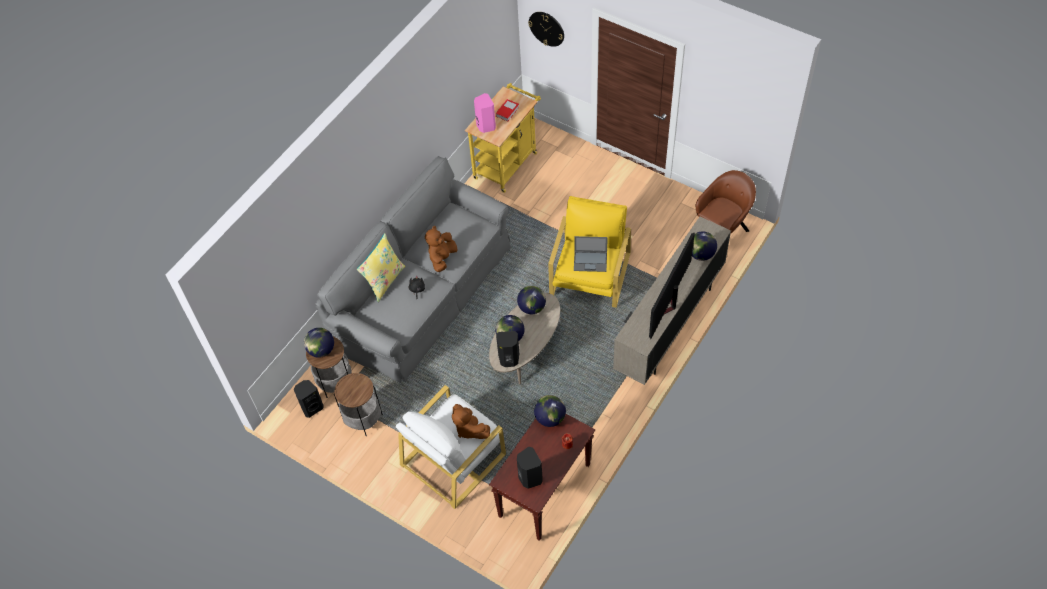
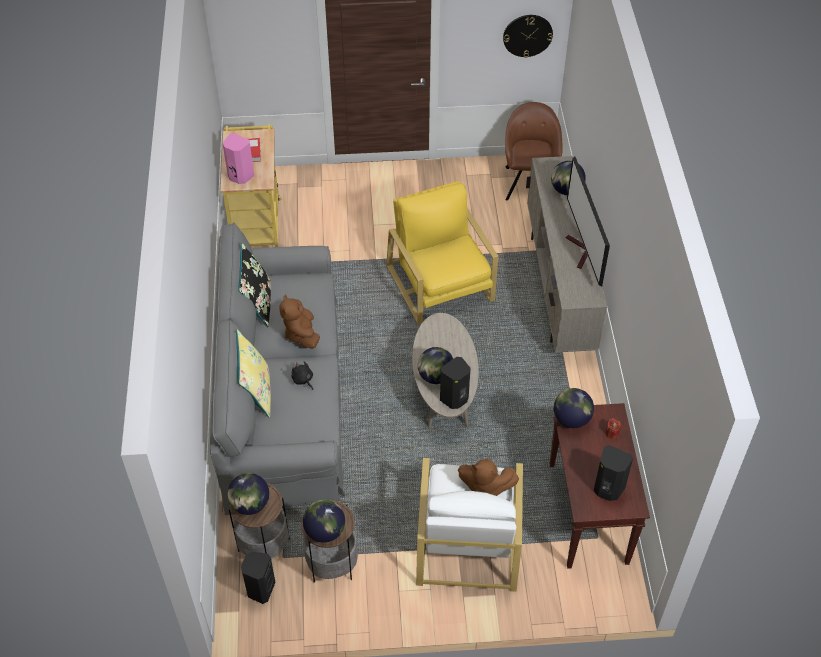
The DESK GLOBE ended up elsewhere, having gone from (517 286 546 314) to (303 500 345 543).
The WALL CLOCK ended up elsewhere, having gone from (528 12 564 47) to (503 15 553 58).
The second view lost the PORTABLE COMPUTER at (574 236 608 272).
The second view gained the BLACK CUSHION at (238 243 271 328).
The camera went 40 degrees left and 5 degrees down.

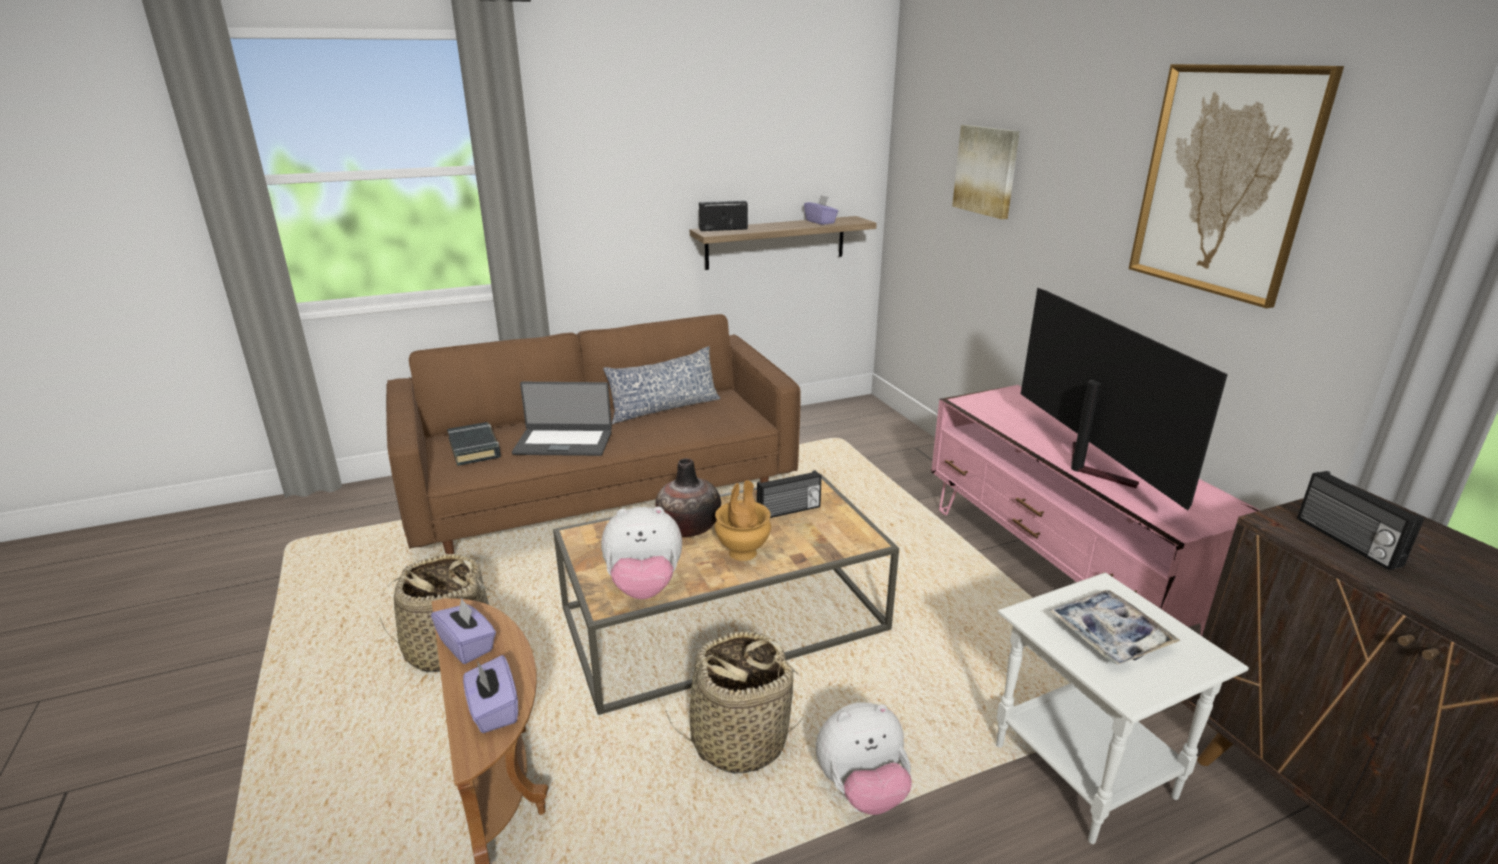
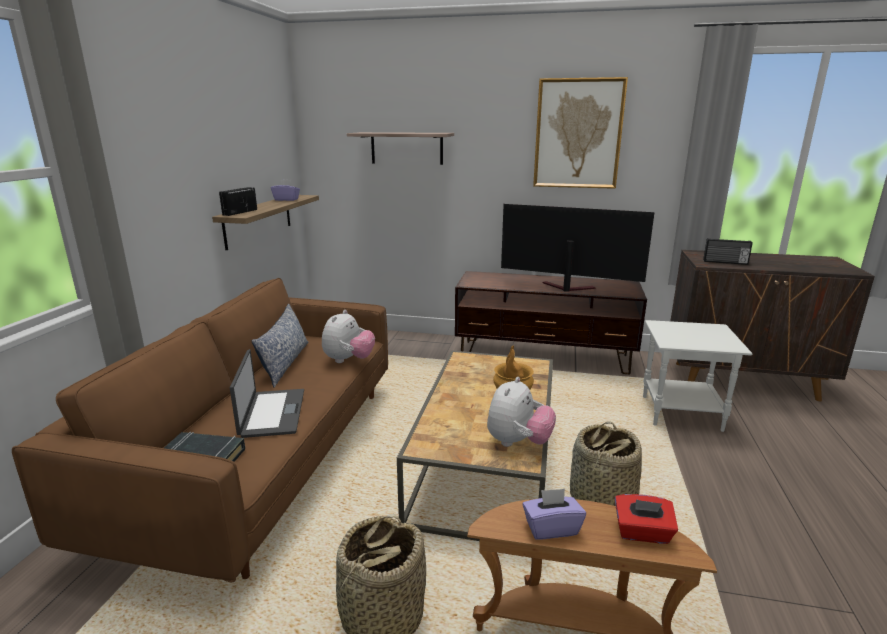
What was the PURPLISH BOX OF TISSUES at (463 655 518 733) turned into the RED BOX OF TISSUES at (615 494 678 544).
The PORTABLE COMPUTER at (512 382 612 456) ended up facing another way, 45 degrees counterclockwise from before.
The second view lost the FLOWER VASE at (656 458 721 537).
The second view lost the RADIO at (757 470 822 518).
The PLUSH TOY ended up elsewhere, having gone from (816 702 912 815) to (322 310 375 363).
What was the PINKISH MEDIA CONSOLE at (931 385 1260 636) turned into the BROWNISH MEDIA CONSOLE at (455 271 647 375).
Where the PICTURE hung at (952 125 1020 219), the SHELF came to hang at (347 132 454 165).
The second view lost the CARRYING TRAY at (1049 590 1181 665).
The camera went 55 degrees left and 5 degrees down.

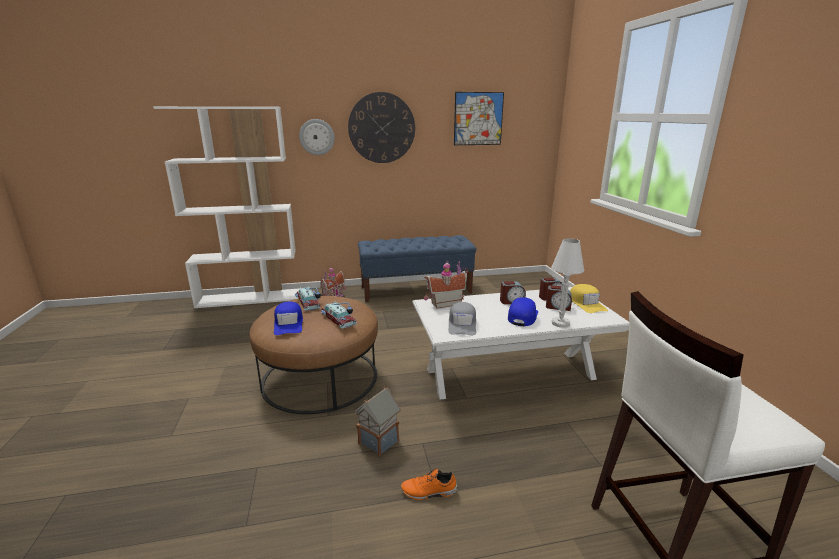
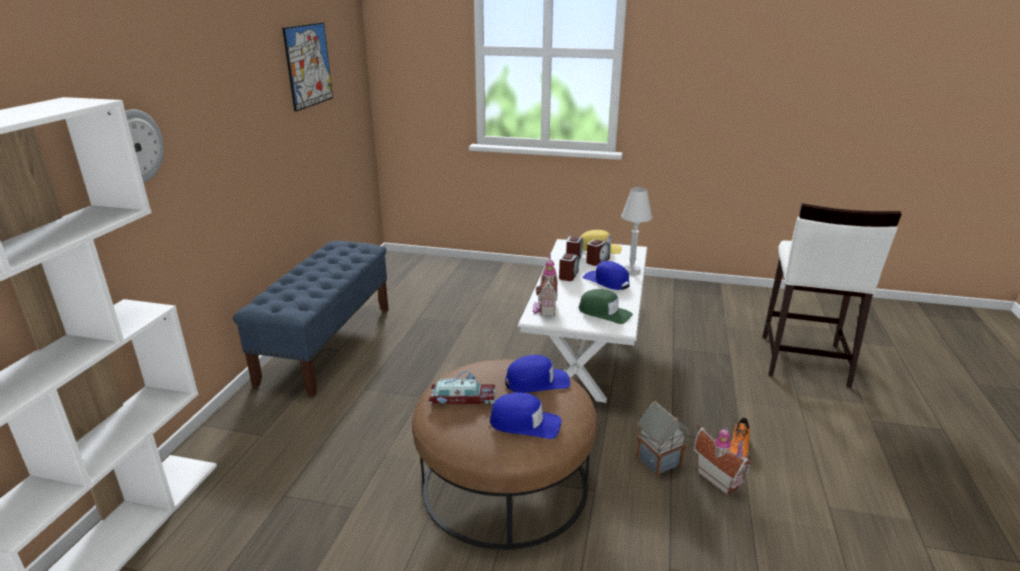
The TOY HOUSE ended up elsewhere, having gone from (320 267 346 297) to (694 425 752 495).
Where the MINIATURE CAR stood at (321 302 357 329), the BLUISH CAP came to stand at (505 355 570 393).
The second view lost the WALL CLOCK at (348 92 415 163).
What was the GREY CAP at (449 302 476 335) turned into the GREEN CAP at (579 289 633 324).
The camera went 65 degrees left and 5 degrees up.

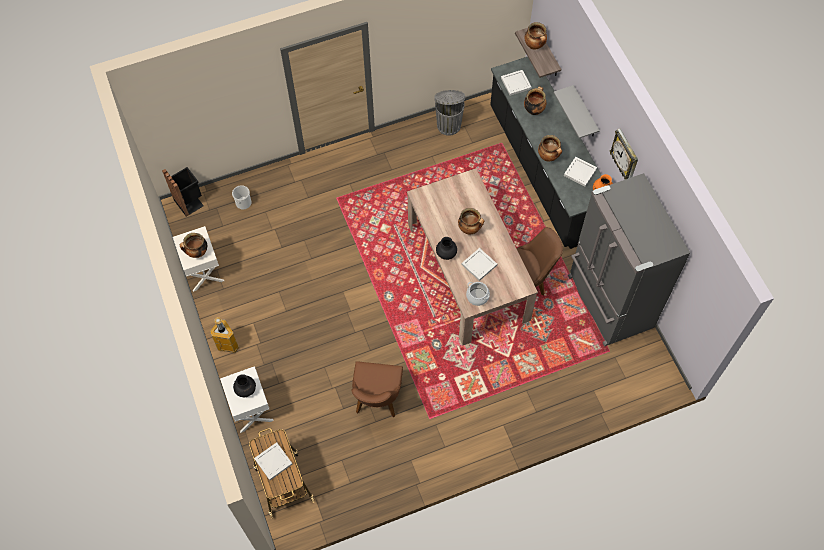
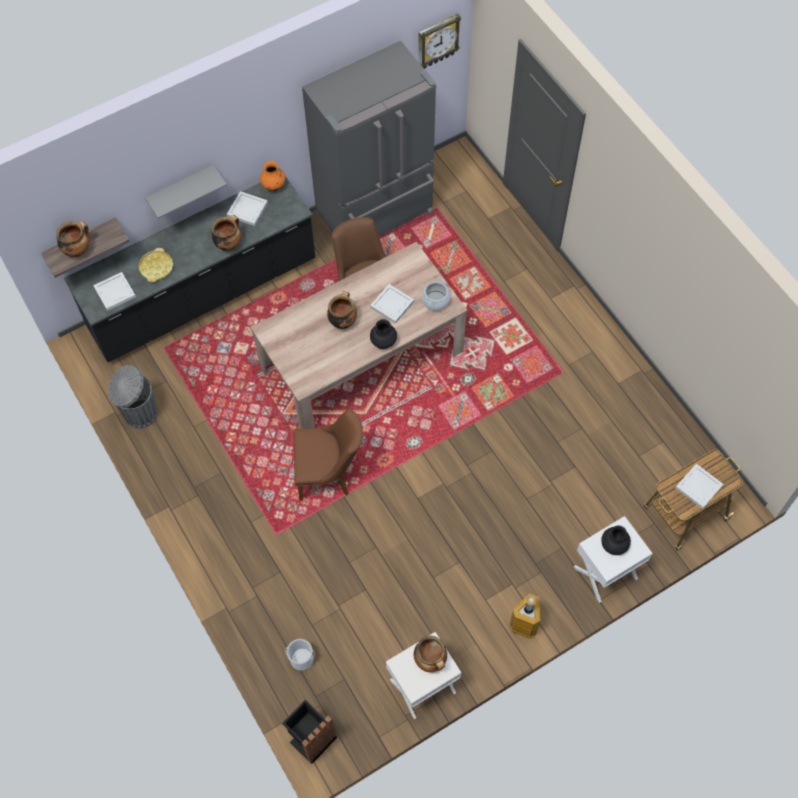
The BROWNISH PLAIN CHAIR ended up elsewhere, having gone from (351 361 403 418) to (293 409 363 500).
Where the COOKING POT stood at (524 86 546 115), the YELLOW CARRYING TRAY came to stand at (139 248 173 282).
The WALL CLOCK ended up elsewhere, having gone from (609 129 638 179) to (418 13 461 69).
The camera went 100 degrees left and 0 degrees up.

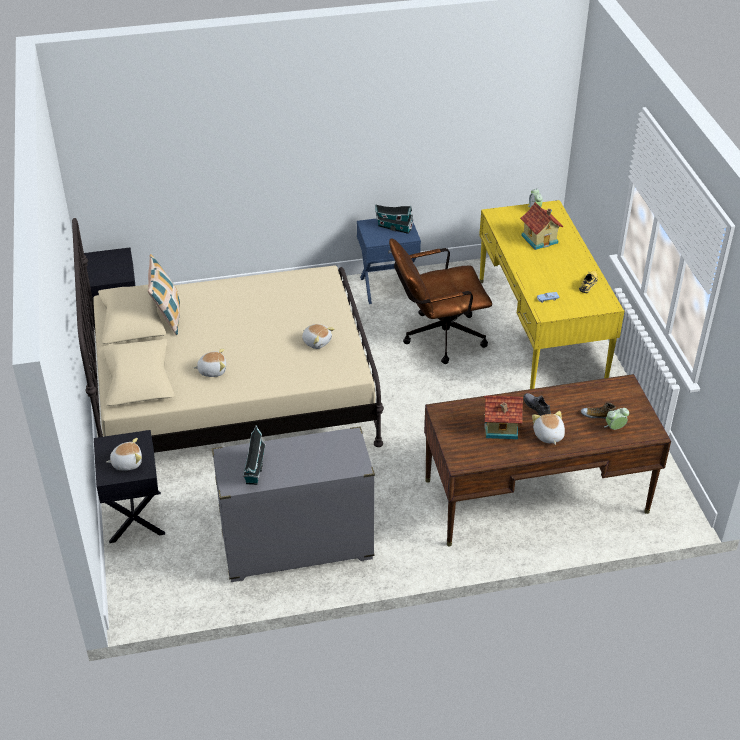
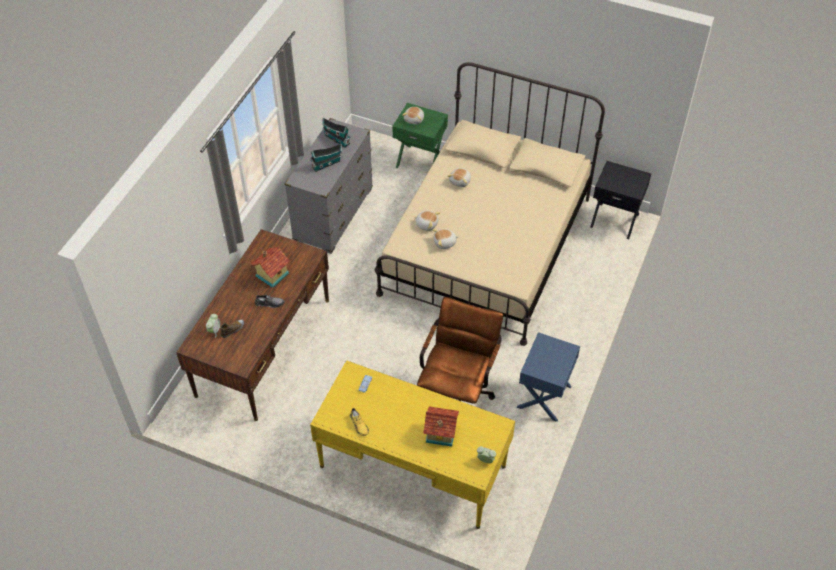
What was the BLACK BEDSIDE TABLE at (94 430 165 543) turned into the GREEN BEDSIDE TABLE at (392 103 448 168).
The second view lost the CUSHION at (148 254 180 335).
The TOY HOUSE ended up elsewhere, having gone from (375 205 413 234) to (310 144 342 172).
The PLUSH TOY ended up elsewhere, having gone from (532 411 565 445) to (414 211 440 231).
The camera went 125 degrees right and 10 degrees up.

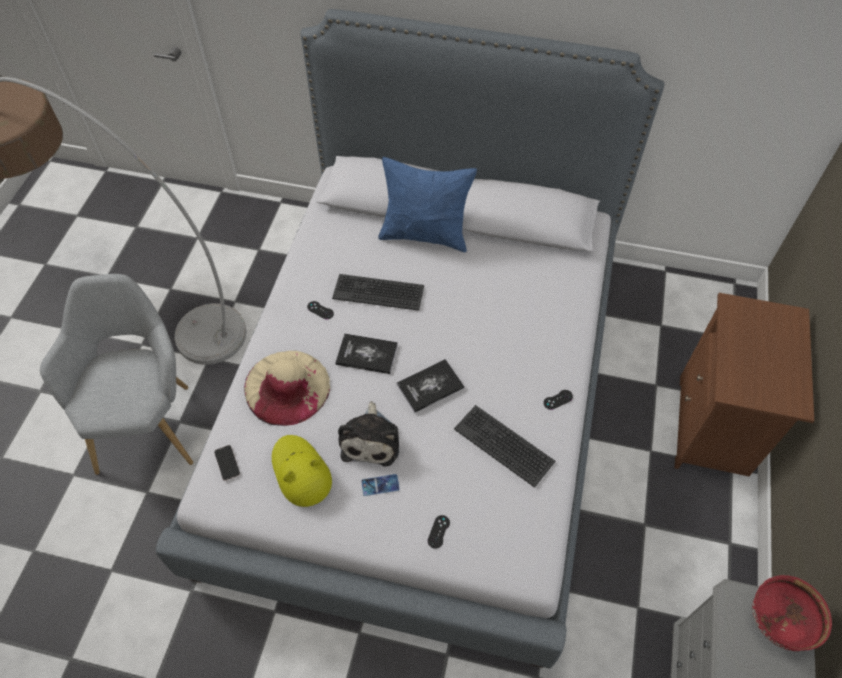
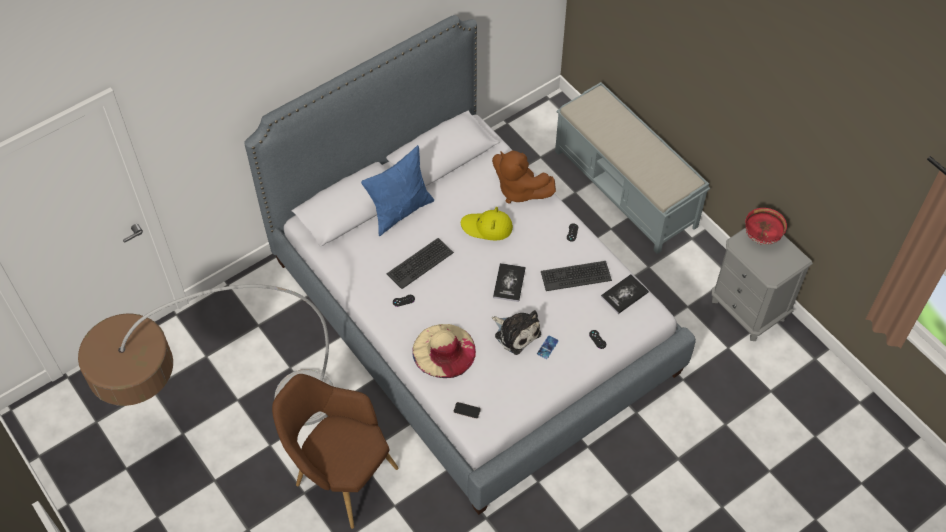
What was the GREY EASY CHAIR at (40 274 193 475) turned into the BROWNISH EASY CHAIR at (272 374 399 529).
The YELLOW HAT ended up elsewhere, having gone from (272 435 332 507) to (461 207 513 240).
The BOOK ended up elsewhere, having gone from (335 333 398 374) to (601 274 649 314).
Where the BROWNISH BEDSIDE TABLE stood at (675 293 814 476), the GREY INDOOR BENCH came to stand at (555 82 710 254).
The second view gained the BROWNISH PLUSH TOY at (492 150 556 204).
The camera went 50 degrees left and 0 degrees up.

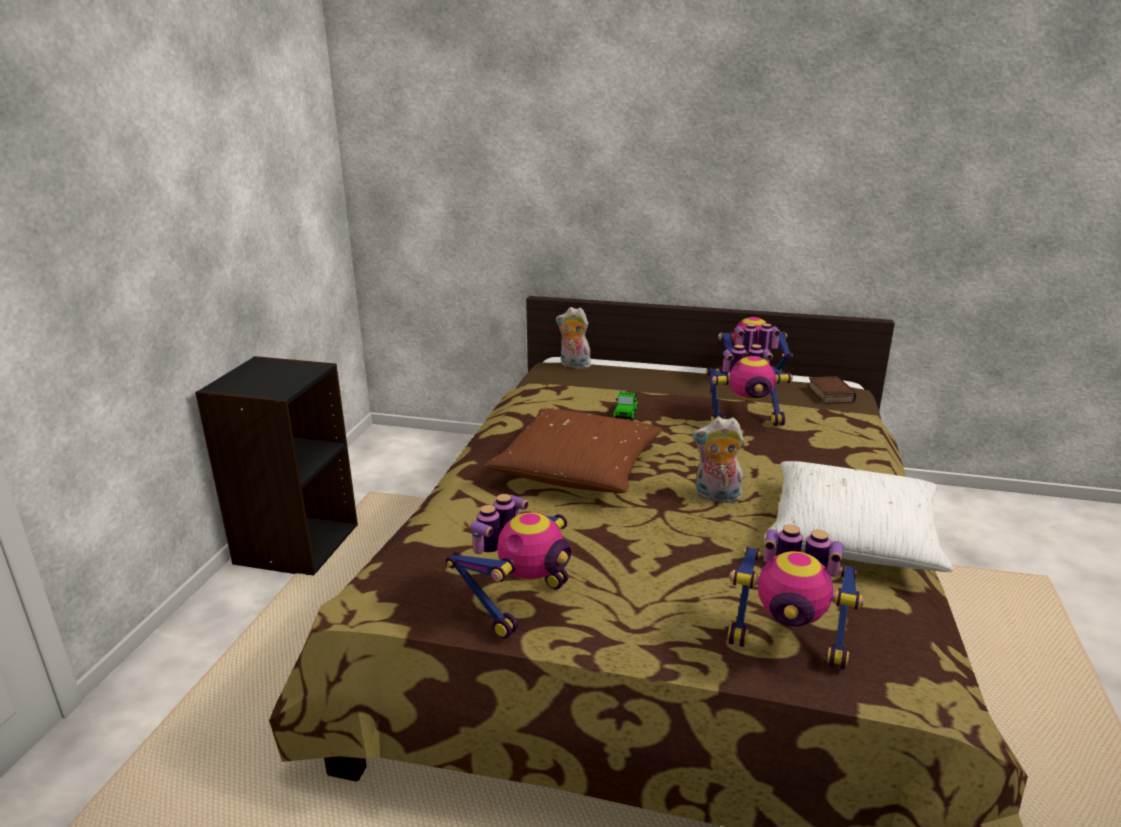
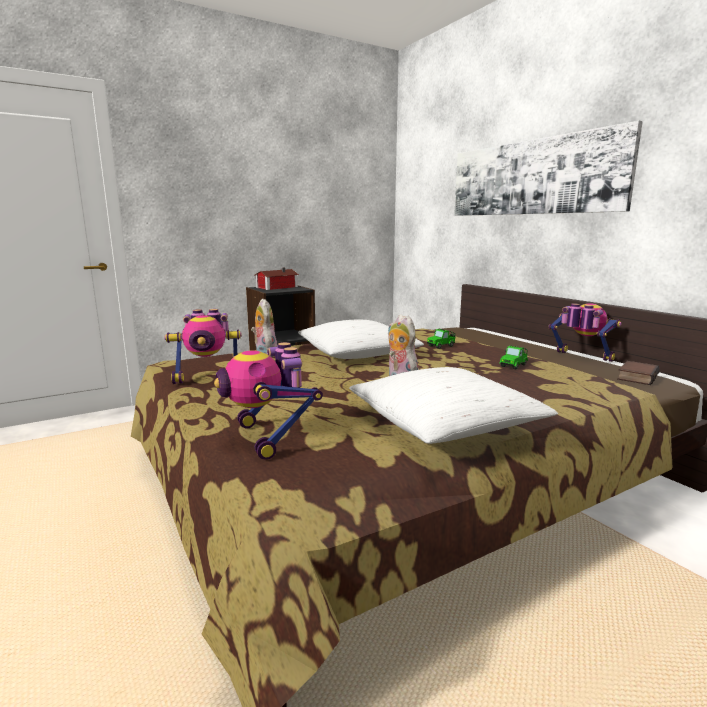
What was the BROWNISH CUSHION at (484 408 663 493) turned into the WHITE-COLOURED CUSHION at (298 320 424 359).
The PLUSH TOY ended up elsewhere, having gone from (556 307 591 369) to (251 298 278 357).
Where the MODEL ROBOT stood at (706 344 793 426), the MINIATURE CAR came to stand at (500 345 528 370).
The second view gained the TOY HOUSE at (255 268 299 290).
The second view gained the PICTURE at (454 121 643 216).
The camera went 45 degrees right and 10 degrees down.

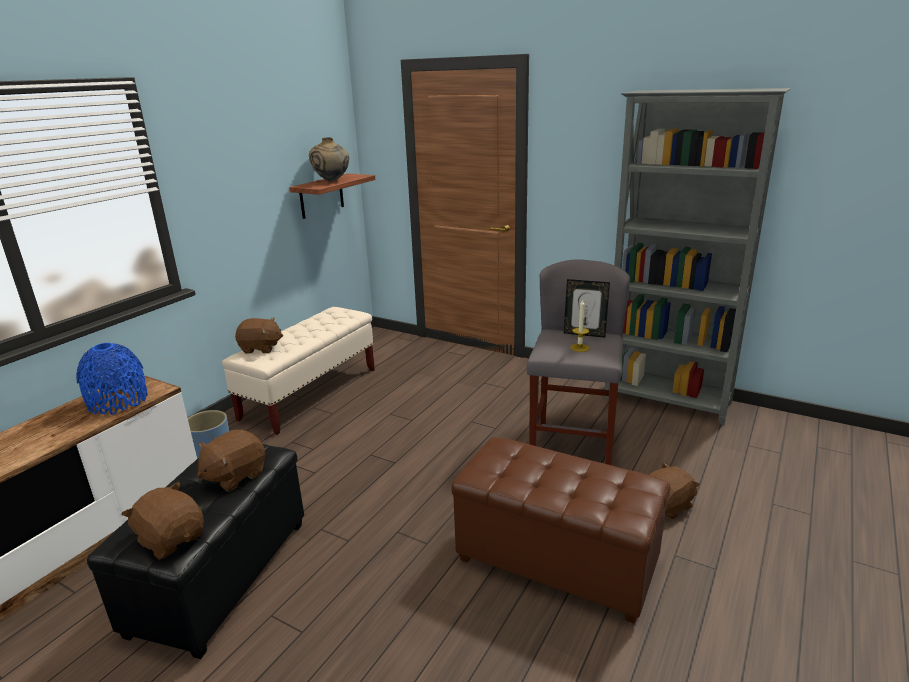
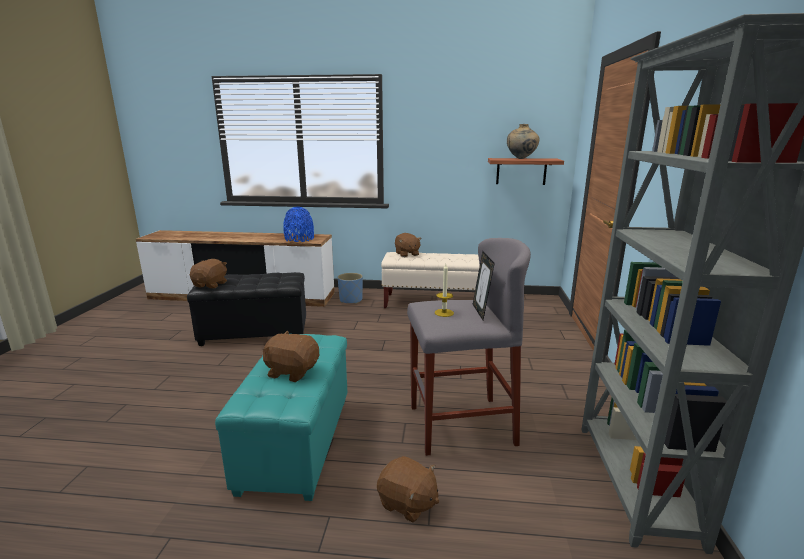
The BROWNISH PLUSH TOY ended up elsewhere, having gone from (197 430 265 491) to (263 330 319 382).
What was the BROWNISH POUFFE at (452 437 670 624) turned into the TURQUOISE-COLOURED POUFFE at (215 334 347 501).
The camera went 65 degrees right and 5 degrees down.

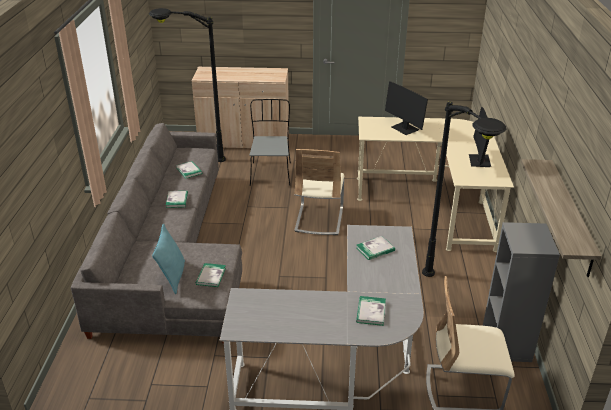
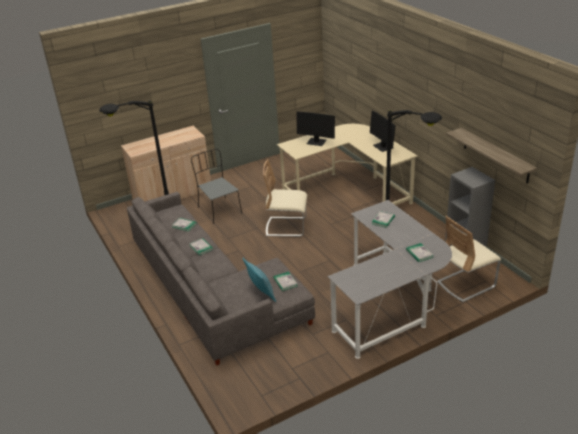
The SAND-COLOURED PLAIN CHAIR at (294 149 344 235) ended up facing another way, 120 degrees clockwise from before.
The camera went 30 degrees left and 0 degrees up.

